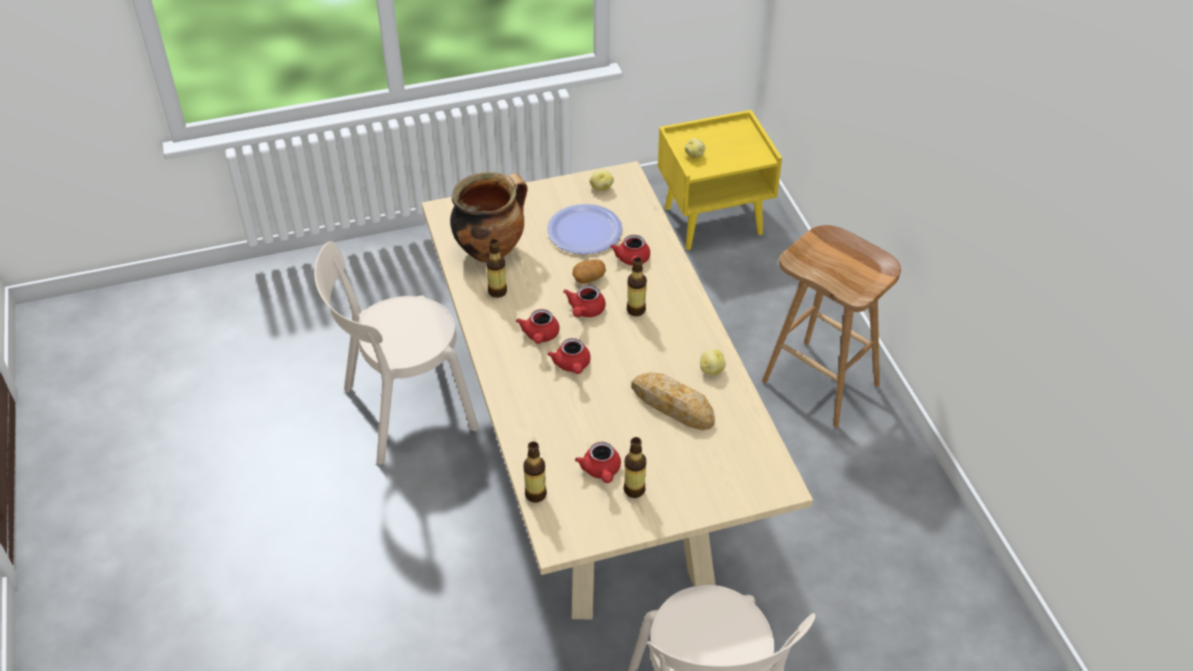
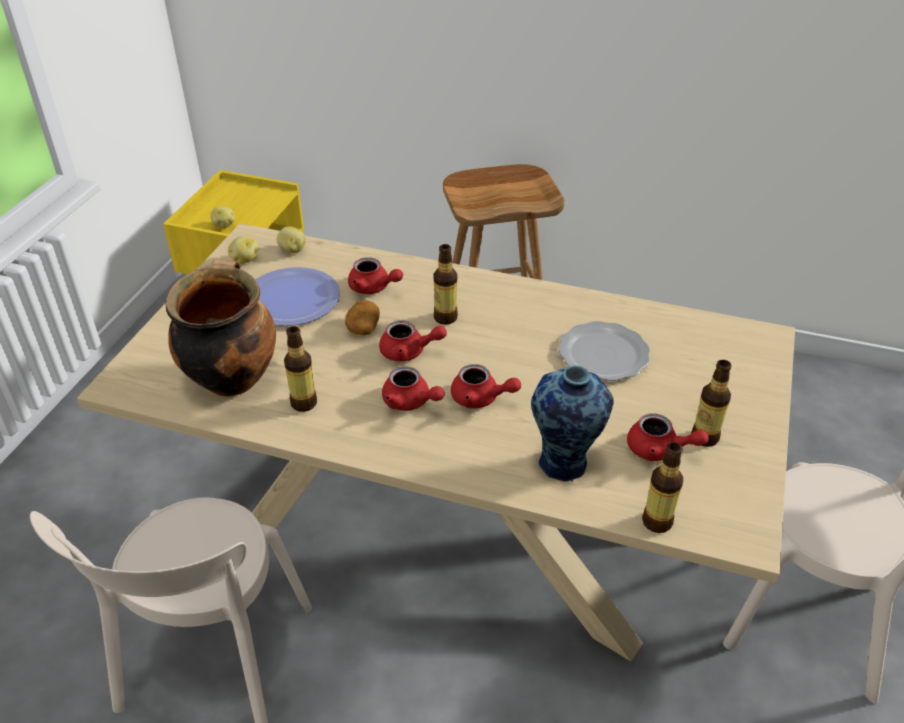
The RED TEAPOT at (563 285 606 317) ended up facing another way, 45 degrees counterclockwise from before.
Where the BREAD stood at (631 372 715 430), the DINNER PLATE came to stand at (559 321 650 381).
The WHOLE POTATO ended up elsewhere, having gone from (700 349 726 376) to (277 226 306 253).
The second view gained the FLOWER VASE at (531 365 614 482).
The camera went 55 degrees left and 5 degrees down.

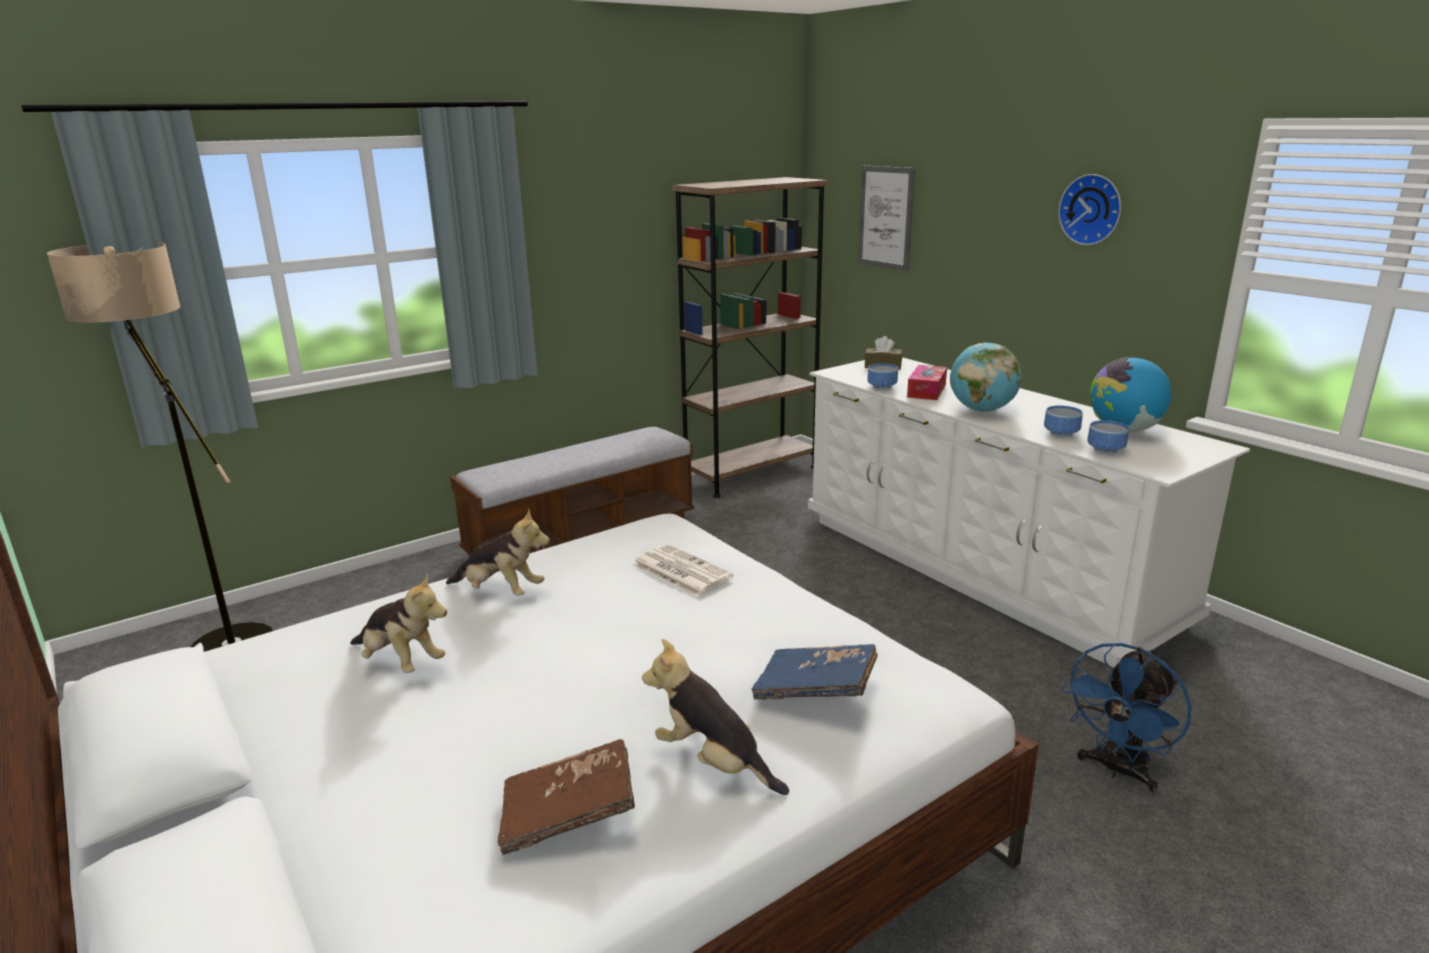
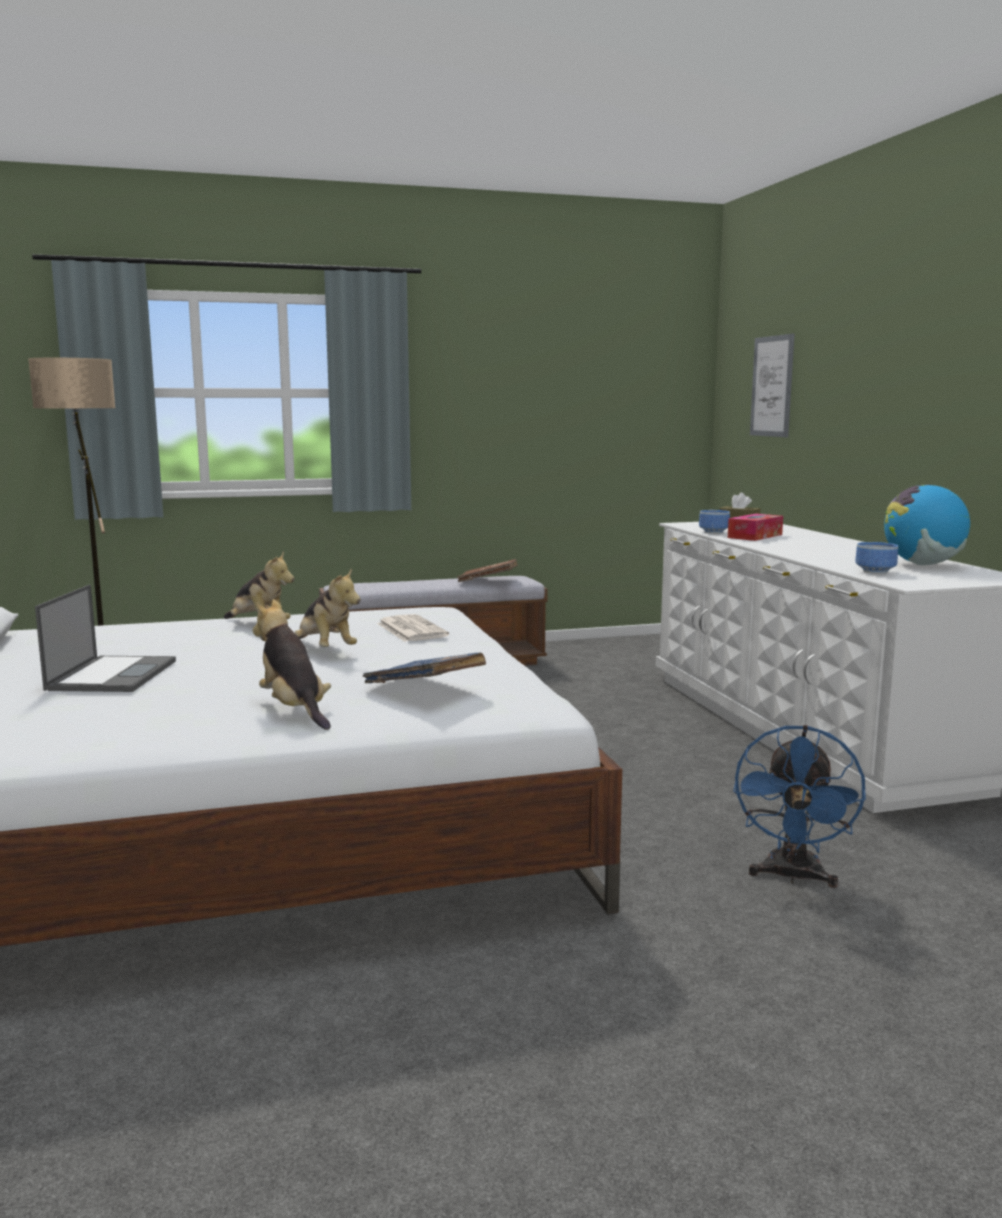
The PLUSH TOY ended up elsewhere, having gone from (350 573 447 673) to (295 568 360 647).
The BROWNISH BOOK ended up elsewhere, having gone from (498 739 635 855) to (457 559 518 582).
The second view lost the BROWNISH BOOKSHELF at (671 177 828 498).
The second view lost the DESK GLOBE at (950 343 1022 412).
The second view lost the DEEP DISH at (1044 406 1083 437).
The second view lost the WALL CLOCK at (1058 174 1121 245).
The BLUISH COOLING FAN at (1061 643 1192 792) ended up facing another way, 45 degrees counterclockwise from before.
The second view gained the PORTABLE COMPUTER at (35 584 176 692).
The camera went 20 degrees right and 10 degrees down.

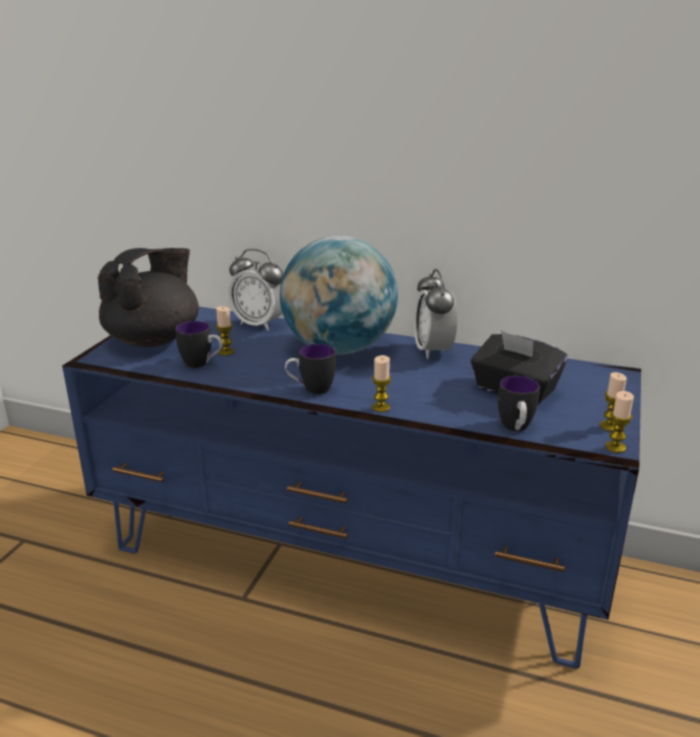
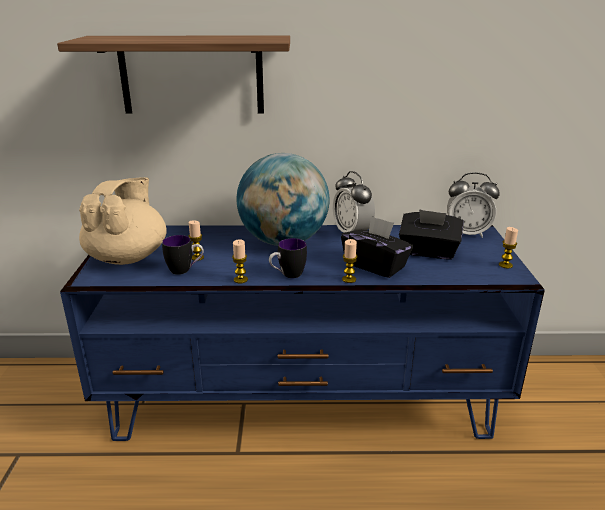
What was the BLACK TEAPOT at (98 248 199 347) turned into the SAND-COLOURED TEAPOT at (79 177 167 265).
The BEDSIDE CLOCK ended up elsewhere, having gone from (228 249 283 331) to (447 172 500 238).
The second view lost the MUG at (498 376 540 431).
The WAX CANDLE ended up elsewhere, having gone from (605 391 634 453) to (232 239 248 283).
The second view gained the SHELF at (57 36 290 114).
The second view gained the BLACK BOX OF TISSUES at (341 216 413 278).
The camera went 20 degrees left and 0 degrees up.

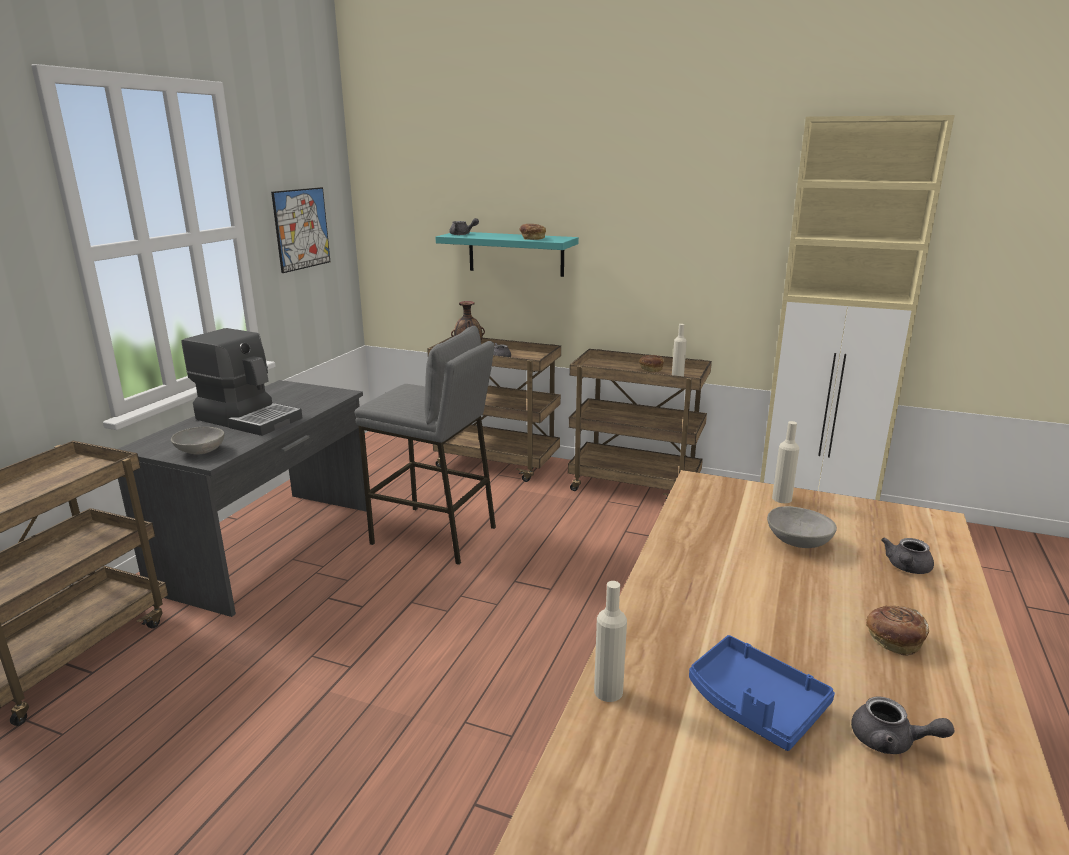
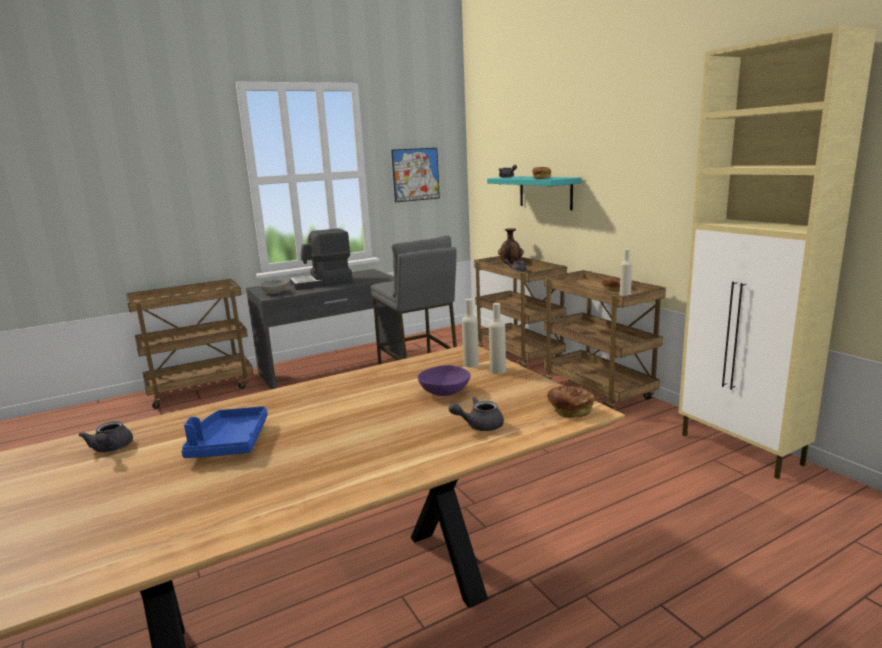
The COFFEE MAKER at (181 328 302 436) ended up facing another way, 90 degrees clockwise from before.
The SAND-COLOURED BOTTLE ended up elsewhere, having gone from (594 581 627 702) to (462 299 479 367).
What was the GREY DEEP DISH at (767 506 837 548) turned into the PURPLISH DEEP DISH at (418 365 471 396).
The GREY TEAPOT ended up elsewhere, having gone from (851 697 955 754) to (78 421 133 452).
The BREAD ended up elsewhere, having gone from (866 606 929 656) to (547 386 594 418).
The camera went 40 degrees right and 5 degrees down.

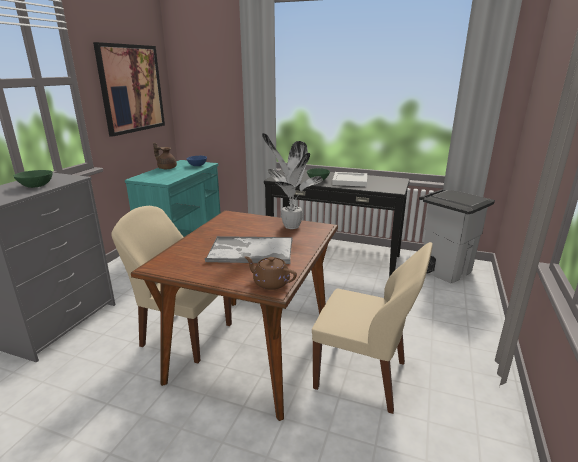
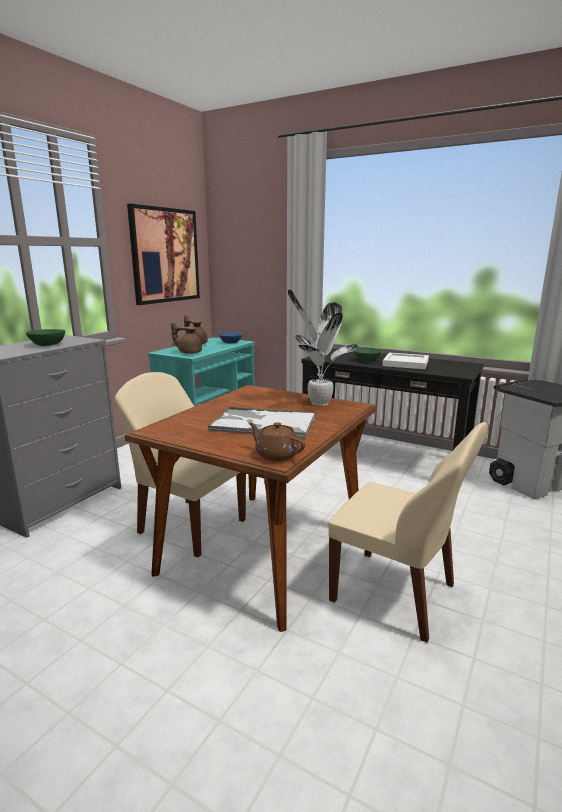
The second view gained the BROWNISH TEAPOT at (171 322 202 354).
The camera went 10 degrees right and 5 degrees down.

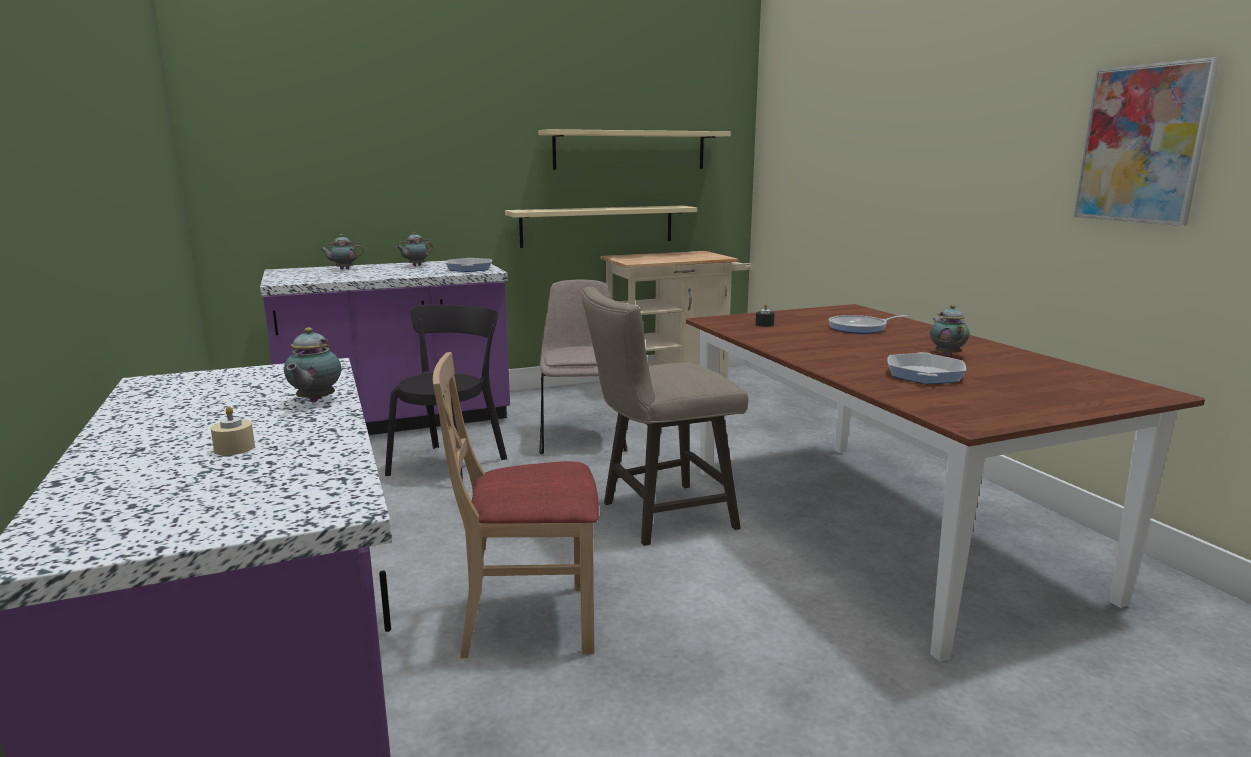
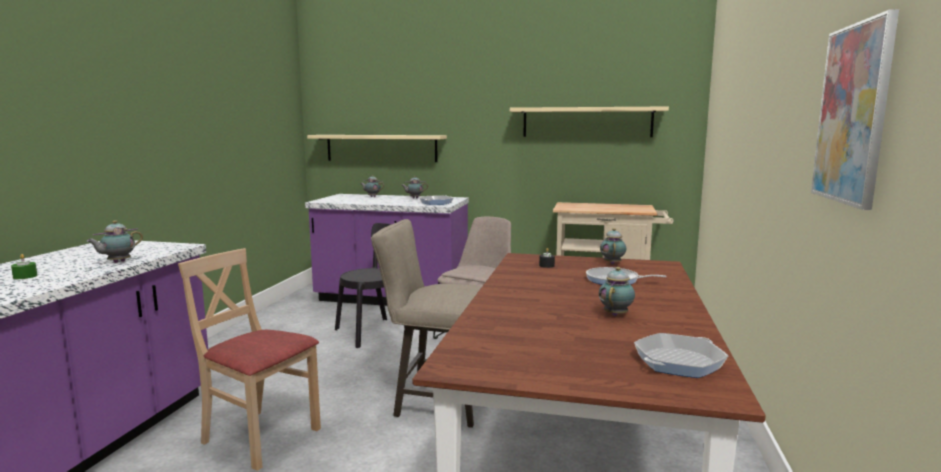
What was the SAND-COLOURED WAX CANDLE at (211 406 255 456) turned into the GREEN WAX CANDLE at (11 254 37 279).
The SAND-COLOURED SHELF ended up elsewhere, having gone from (505 205 697 248) to (307 135 447 162).
The SKILLET ended up elsewhere, having gone from (887 352 966 384) to (634 333 728 378).
The second view gained the TEAPOT at (600 228 626 264).
The camera went 35 degrees right and 5 degrees down.

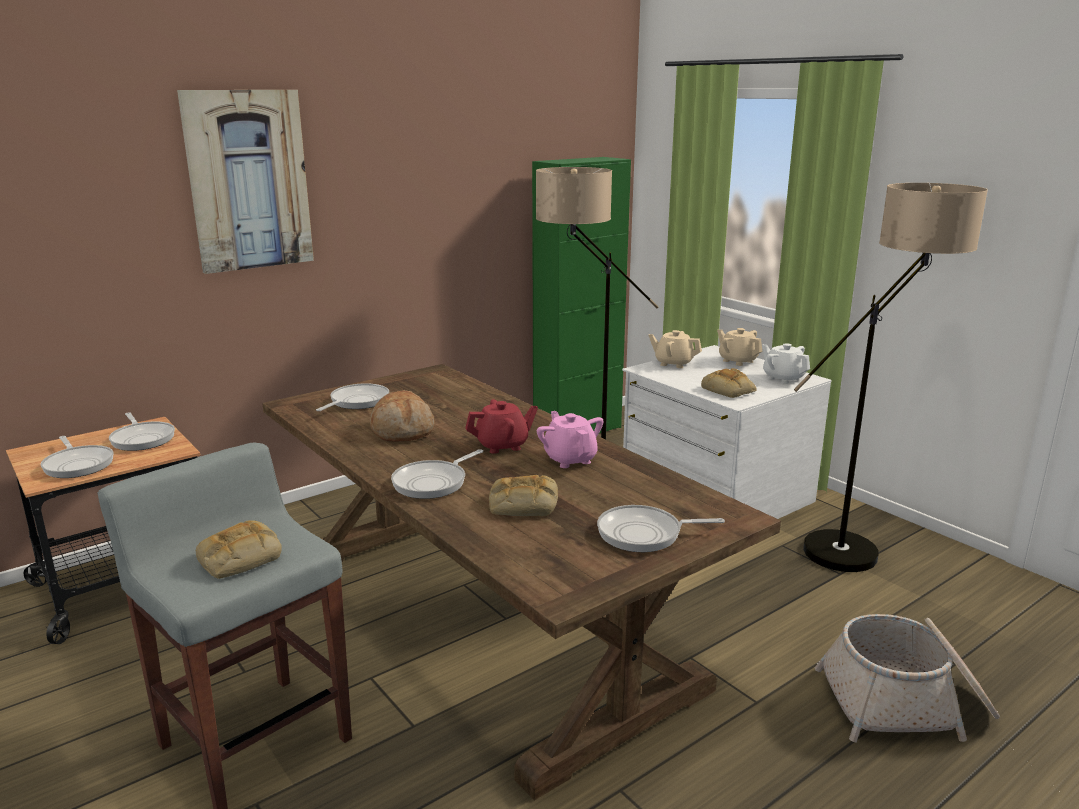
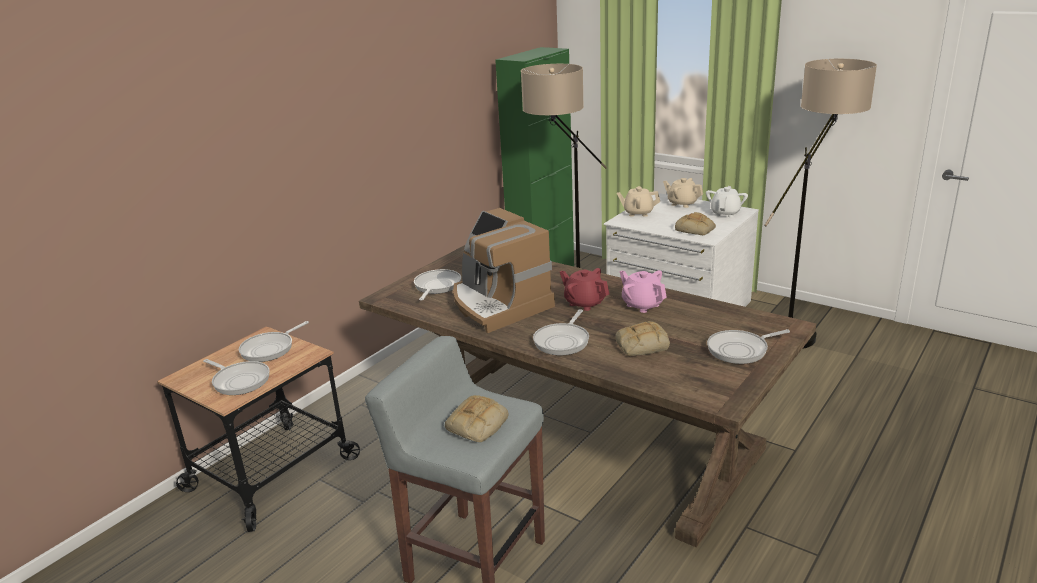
The SKILLET at (109 412 175 451) ended up facing another way, 90 degrees clockwise from before.
The second view lost the PICTURE at (177 90 314 274).
Where the BREAD stood at (370 390 435 442), the COFFEE MAKER came to stand at (453 208 555 333).
The RED TEAPOT at (465 399 538 454) ended up facing another way, 105 degrees counterclockwise from before.
The WHITE-COLOURED TEAPOT at (762 343 810 384) ended up facing another way, 75 degrees clockwise from before.
The second view lost the HOUSEHOLD BASKET at (815 614 1000 742).
The camera went 15 degrees left and 5 degrees up.

